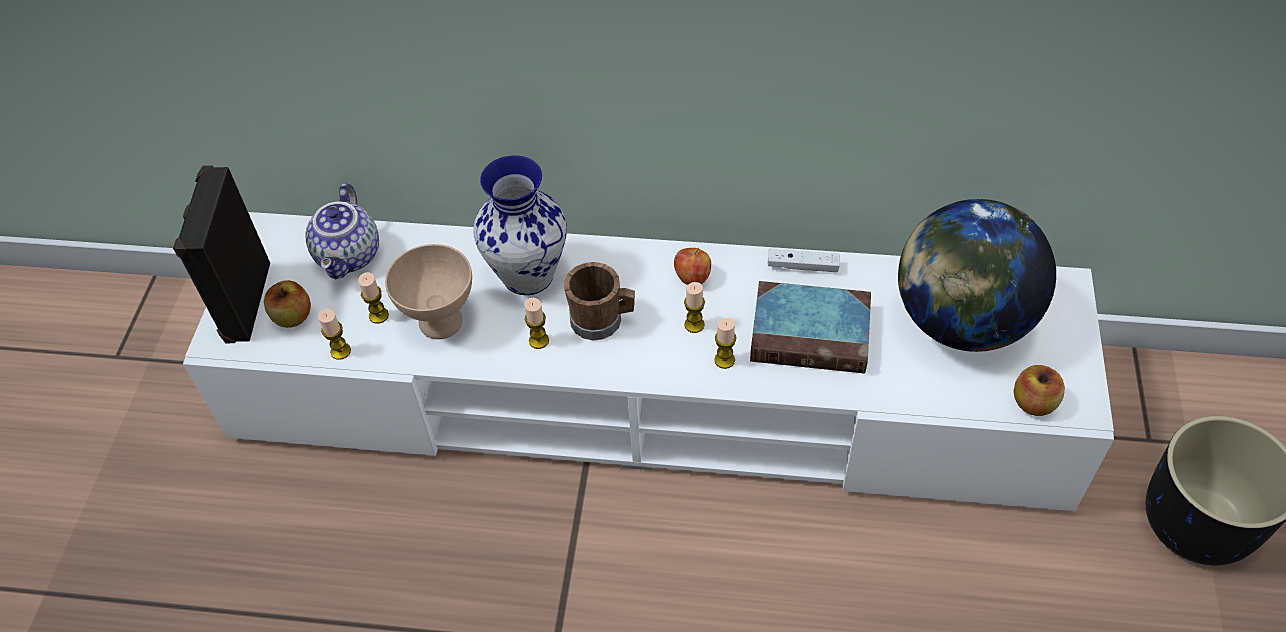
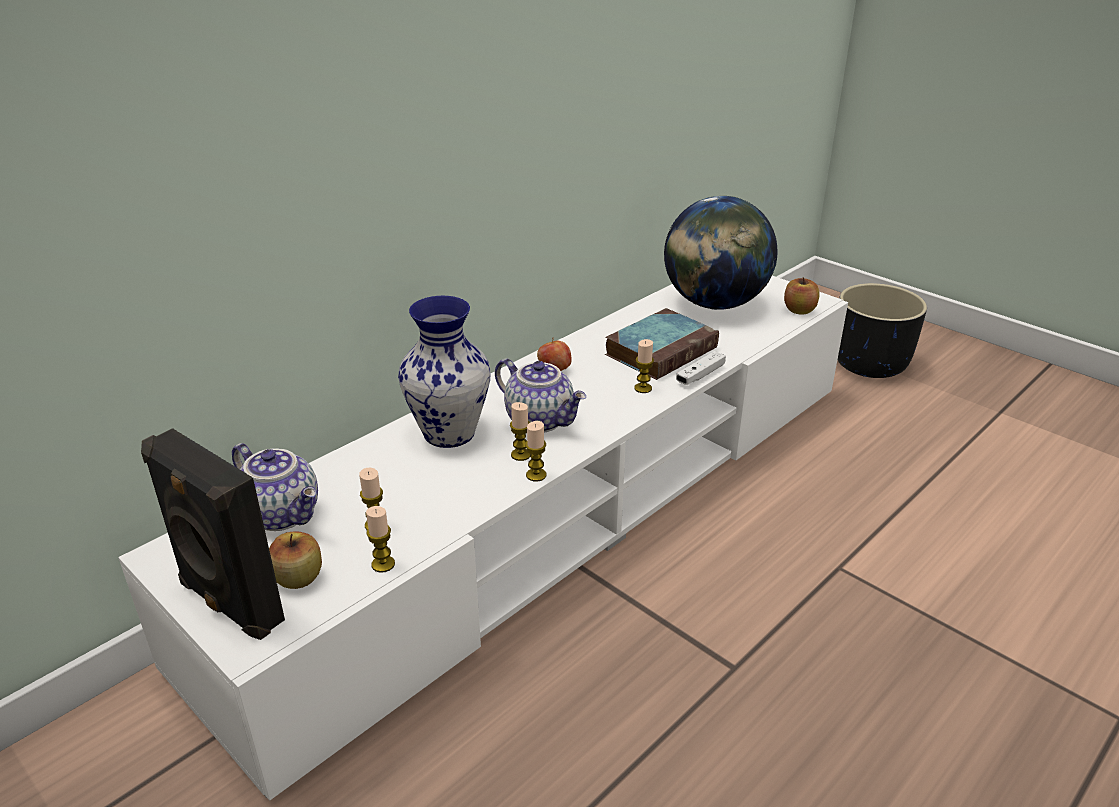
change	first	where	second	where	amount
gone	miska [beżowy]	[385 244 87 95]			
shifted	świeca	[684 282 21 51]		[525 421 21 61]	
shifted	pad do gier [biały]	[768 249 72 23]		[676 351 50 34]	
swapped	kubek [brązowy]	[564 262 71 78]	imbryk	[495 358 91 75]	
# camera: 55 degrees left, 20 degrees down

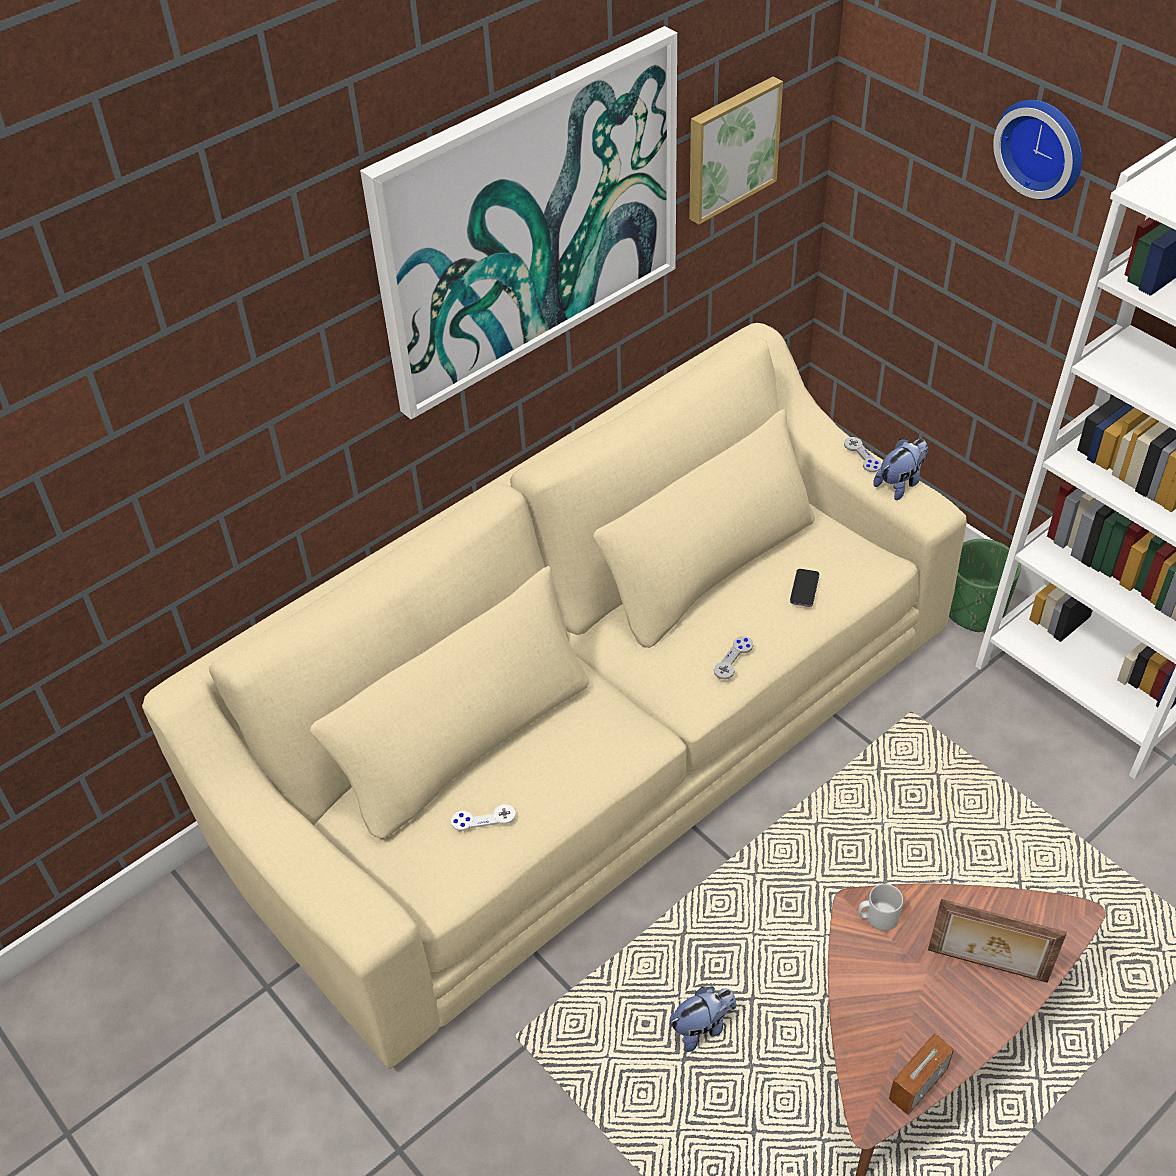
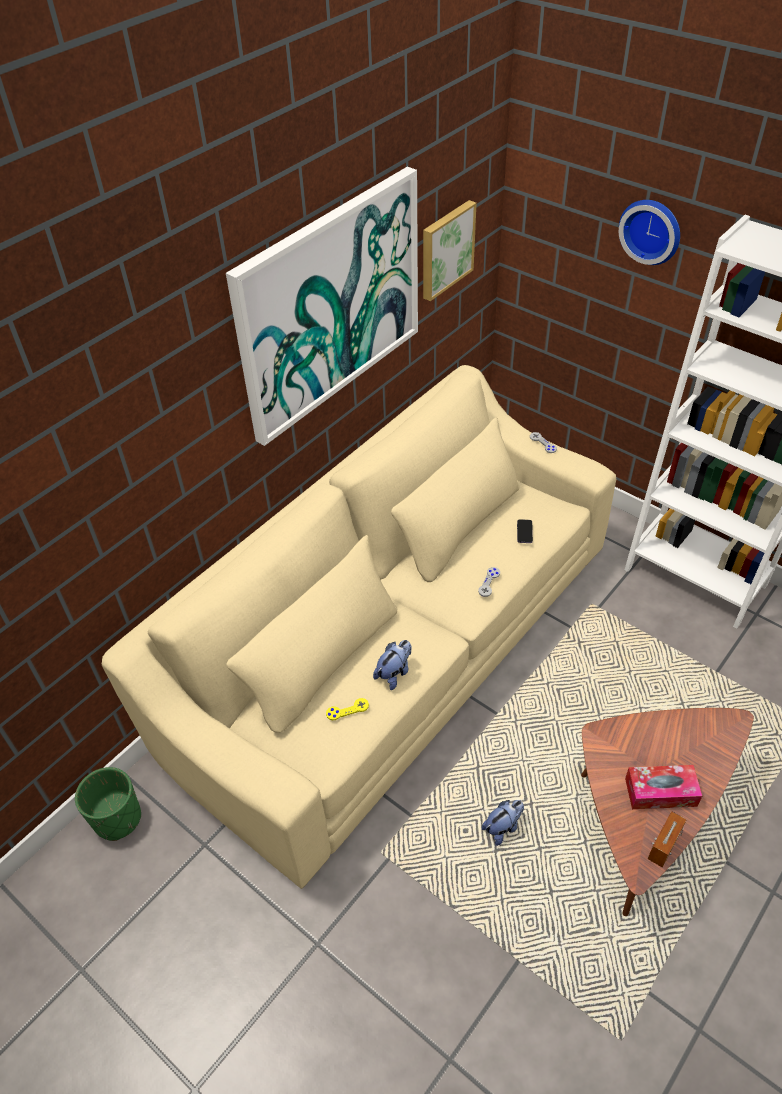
change	first	where	second	where	amount
gone	kubek [szary]	[858 884 45 47]			
gone	ramka na zdjęcie	[928 899 139 84]			
new			pudełko chusteczek	[625 765 77 44]	
shifted	pluszak	[873 439 55 61]		[373 640 39 50]	
shifted	donica [zielony]	[949 539 72 93]		[75 767 66 74]	
repainted	pad do gier [biały]	[451 804 65 27]	pad do gier [żółty]	[326 698 43 22]	
# camera: 10 degrees left, 0 degrees up

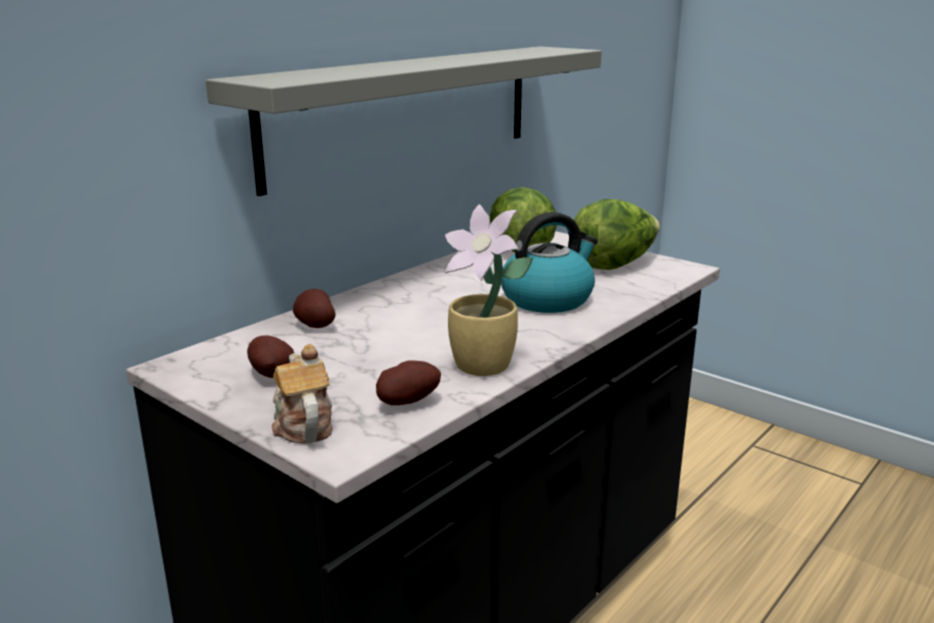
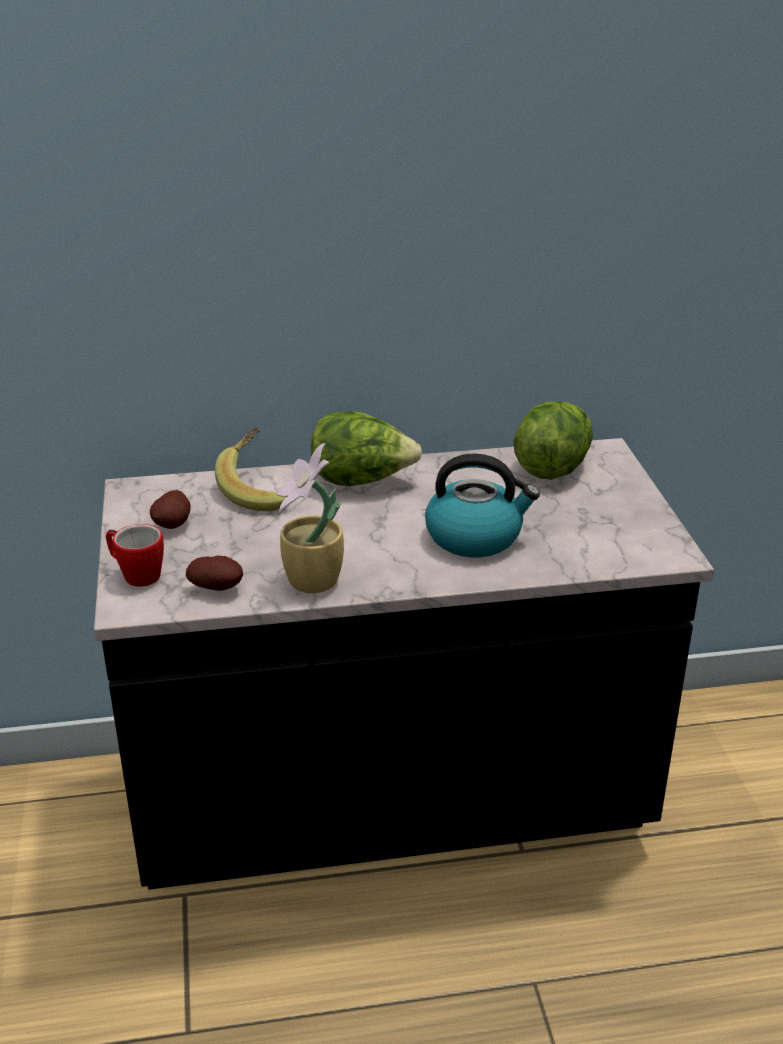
change	first	where	second	where	amount
gone	półka [szary]	[206 46 396 150]			
shifted	sałata	[574 199 86 71]		[311 411 111 75]	
swapped	imbryk	[272 344 61 100]	kubek	[106 524 58 63]	
swapped	ziemniak	[293 289 42 39]	banan	[215 427 71 84]	
# camera: 40 degrees right, 10 degrees up

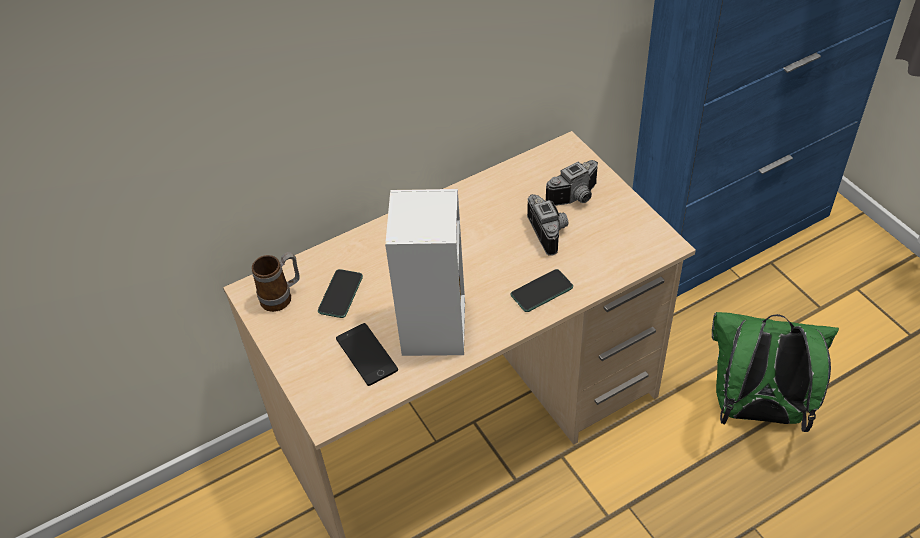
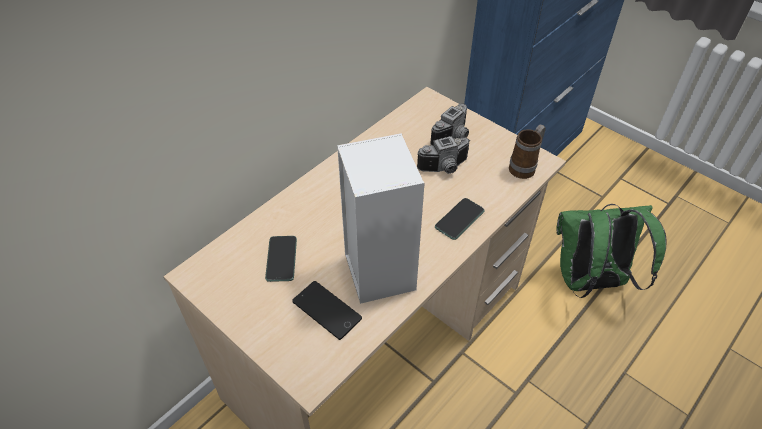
change	first	where	second	where	amount
shifted	kubek	[252 252 48 60]		[509 124 36 55]	
rotated	aparat fotograficzny	[527 194 41 62]		[417 136 53 38]	105 degrees clockwise
# camera: 20 degrees left, 0 degrees up

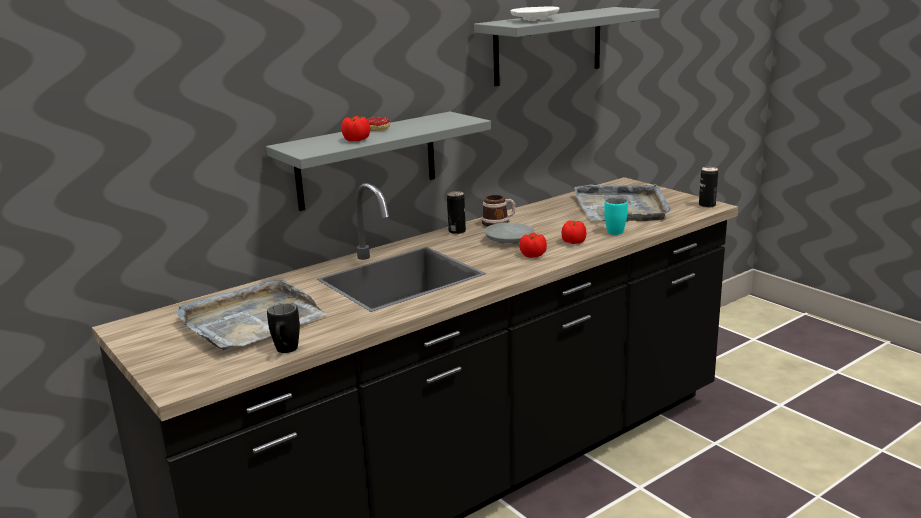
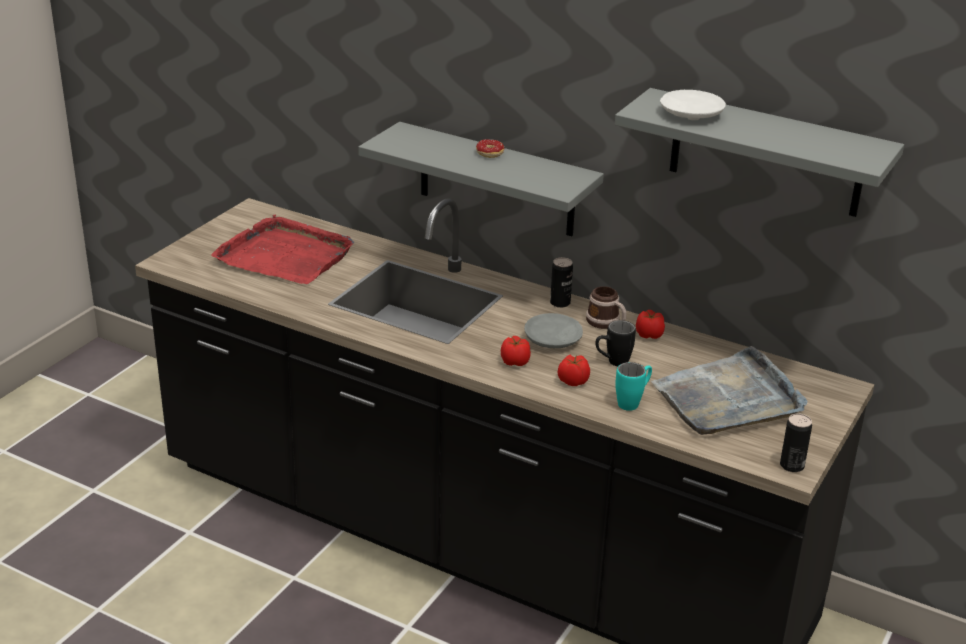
change	first	where	second	where	amount
shifted	kubek [czarny]	[267 303 33 50]		[595 320 41 46]	
shifted	pomidor	[341 116 29 26]		[636 310 29 29]	
repainted	taca [szary]	[175 280 152 70]	taca [czerwony]	[211 215 143 69]	
# camera: 65 degrees right, 10 degrees up

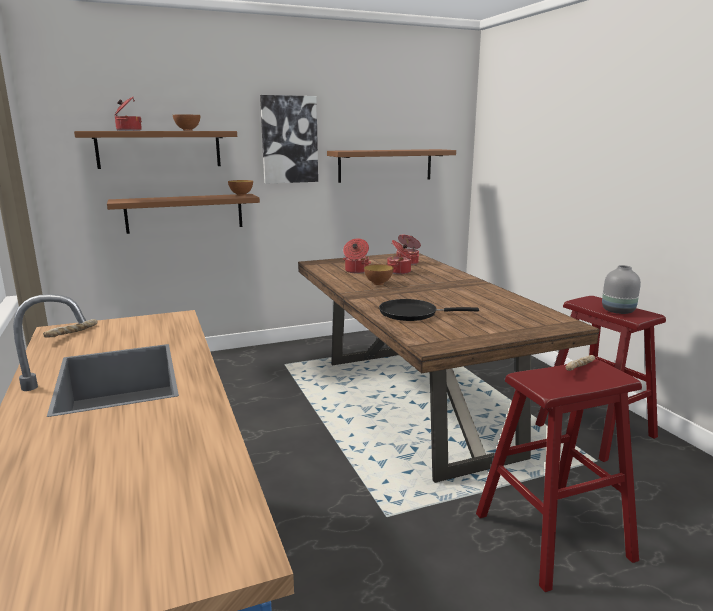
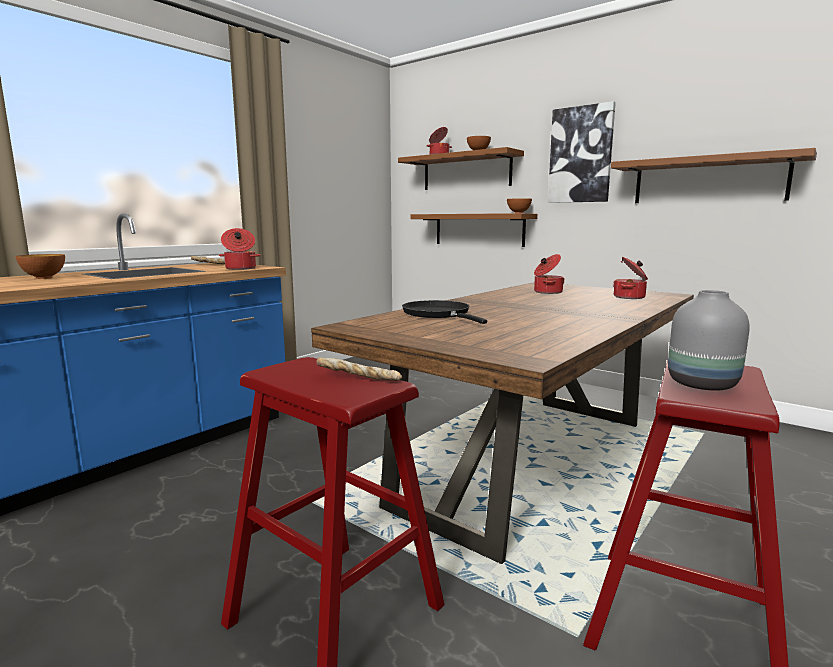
change	first	where	second	where	amount
shifted	miska	[364 264 30 21]		[15 254 50 25]	
shifted	garnek	[387 240 24 34]		[219 228 42 42]	
# camera: 60 degrees right, 5 degrees down

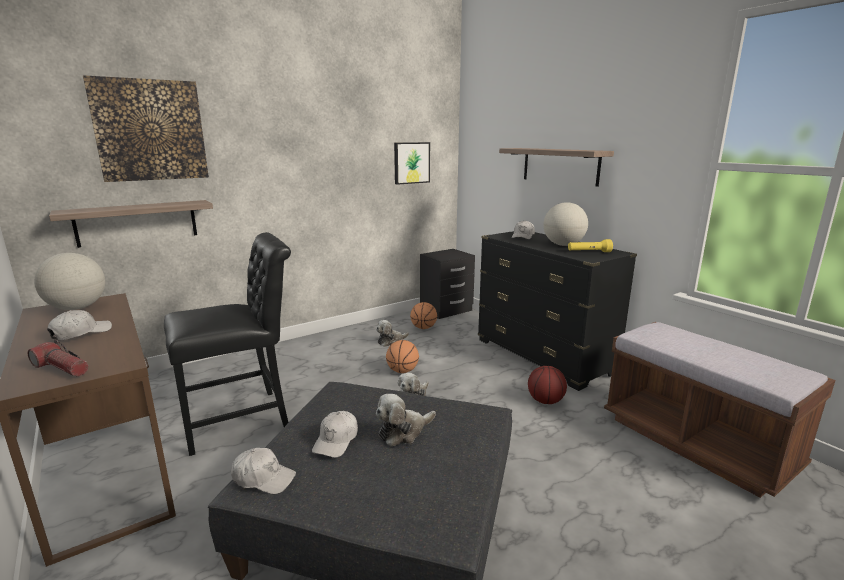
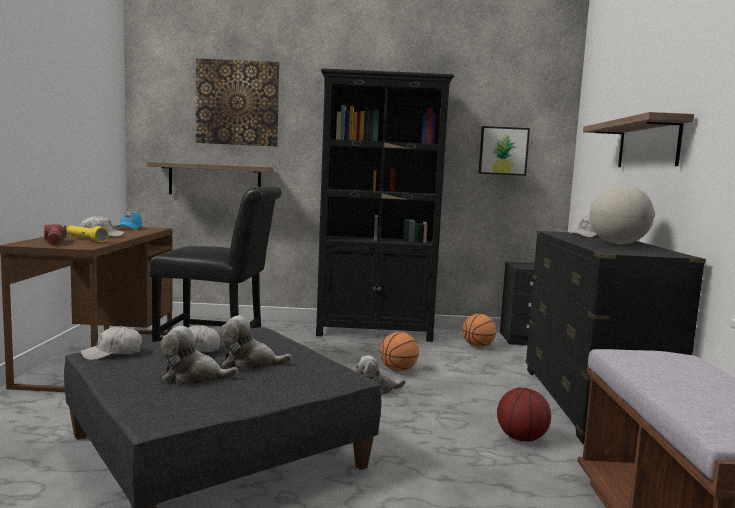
change	first	where	second	where	amount
new			regał [czarny]	[316 69 138 273]	
shifted	pluszak	[376 320 33 27]		[161 326 77 59]	
shifted	latarka [żółty]	[568 239 45 13]		[67 225 42 17]	
swapped	globus	[34 253 71 57]	czapka z daszkiem [niebieski]	[115 210 27 20]	
rotated	czapka z daszkiem [biały]	[231 448 65 46]		[81 326 61 34]	105 degrees clockwise
# camera: 35 degrees right, 10 degrees down

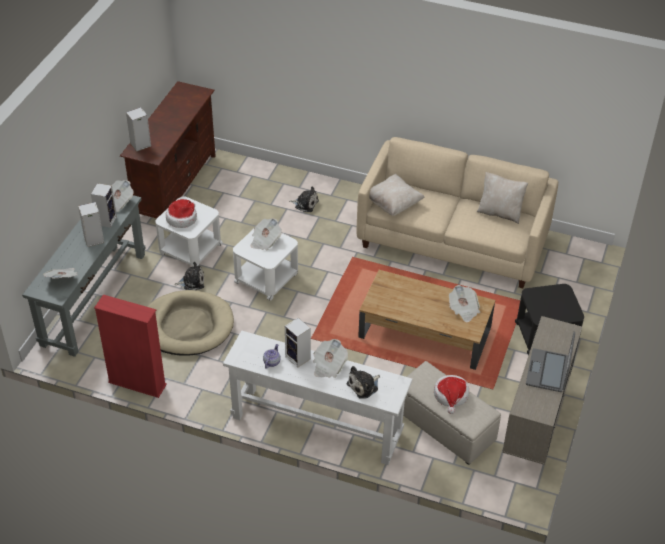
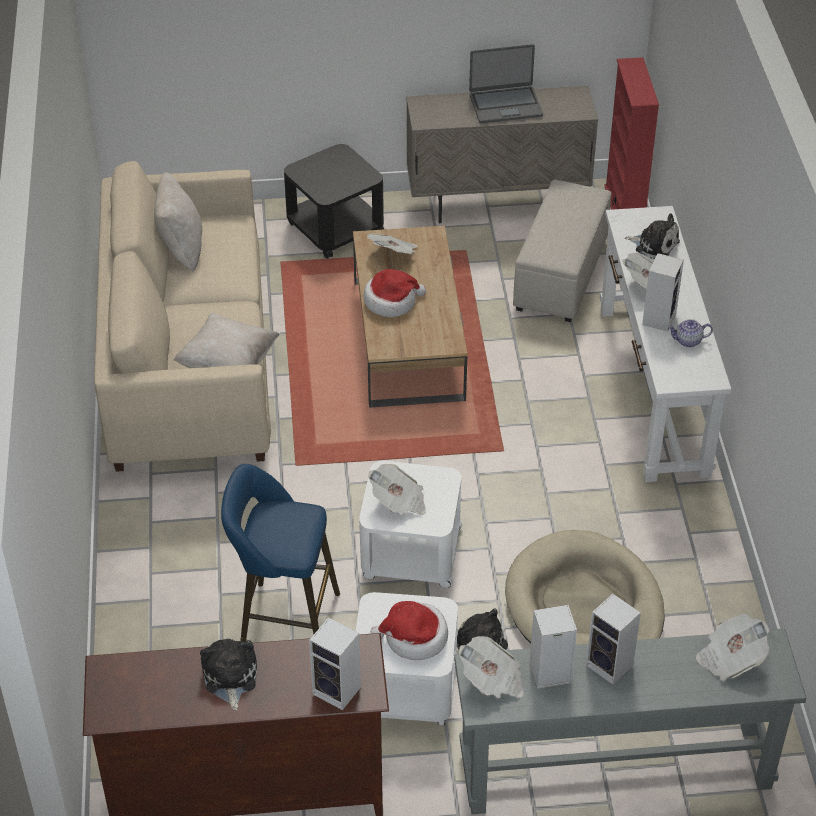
change	first	where	second	where	amount
new			stołek [niebieski]	[221 464 119 177]	
shifted	regał [czerwony]	[94 294 73 104]		[604 57 55 153]	
shifted	pluszak	[289 186 30 26]		[200 639 57 71]	
shifted	kapelusz	[434 375 35 39]		[364 269 62 48]	
# camera: 115 degrees left, 0 degrees up

